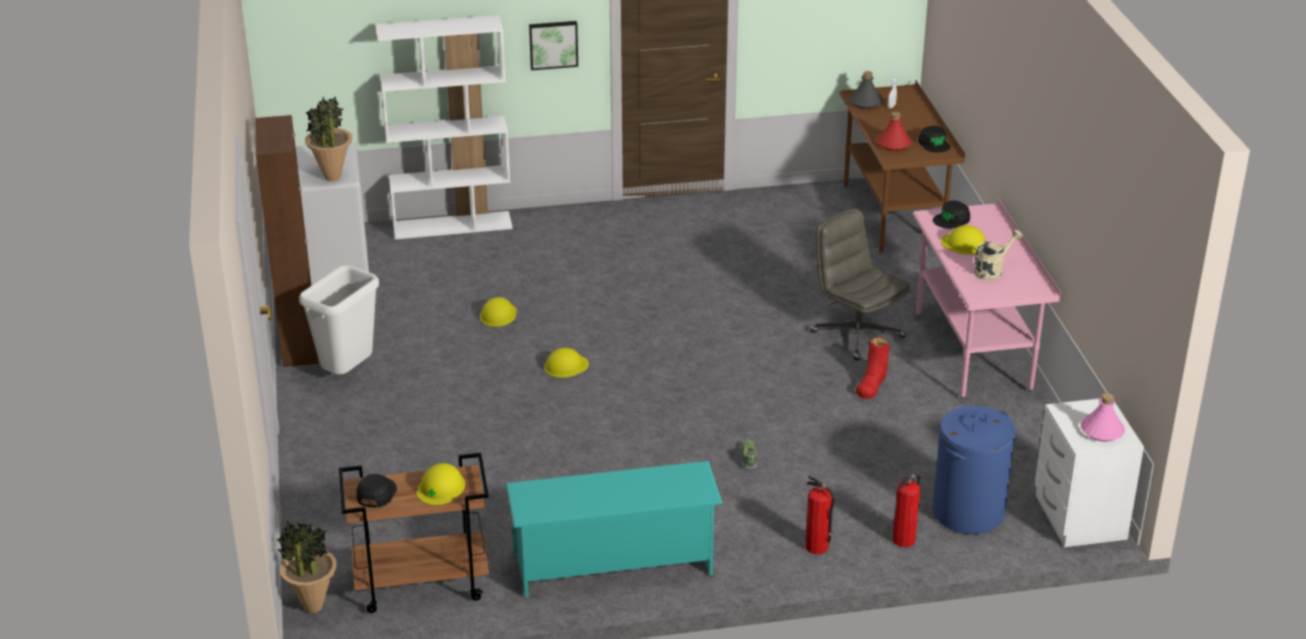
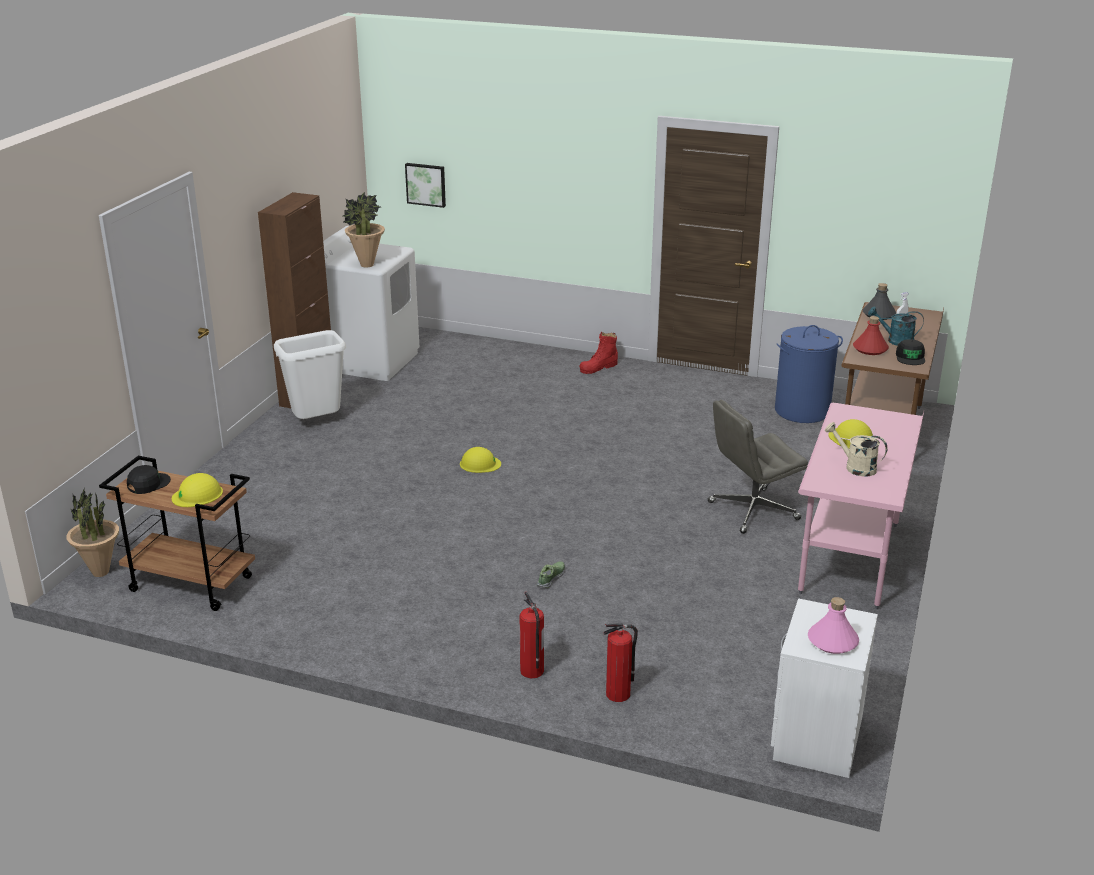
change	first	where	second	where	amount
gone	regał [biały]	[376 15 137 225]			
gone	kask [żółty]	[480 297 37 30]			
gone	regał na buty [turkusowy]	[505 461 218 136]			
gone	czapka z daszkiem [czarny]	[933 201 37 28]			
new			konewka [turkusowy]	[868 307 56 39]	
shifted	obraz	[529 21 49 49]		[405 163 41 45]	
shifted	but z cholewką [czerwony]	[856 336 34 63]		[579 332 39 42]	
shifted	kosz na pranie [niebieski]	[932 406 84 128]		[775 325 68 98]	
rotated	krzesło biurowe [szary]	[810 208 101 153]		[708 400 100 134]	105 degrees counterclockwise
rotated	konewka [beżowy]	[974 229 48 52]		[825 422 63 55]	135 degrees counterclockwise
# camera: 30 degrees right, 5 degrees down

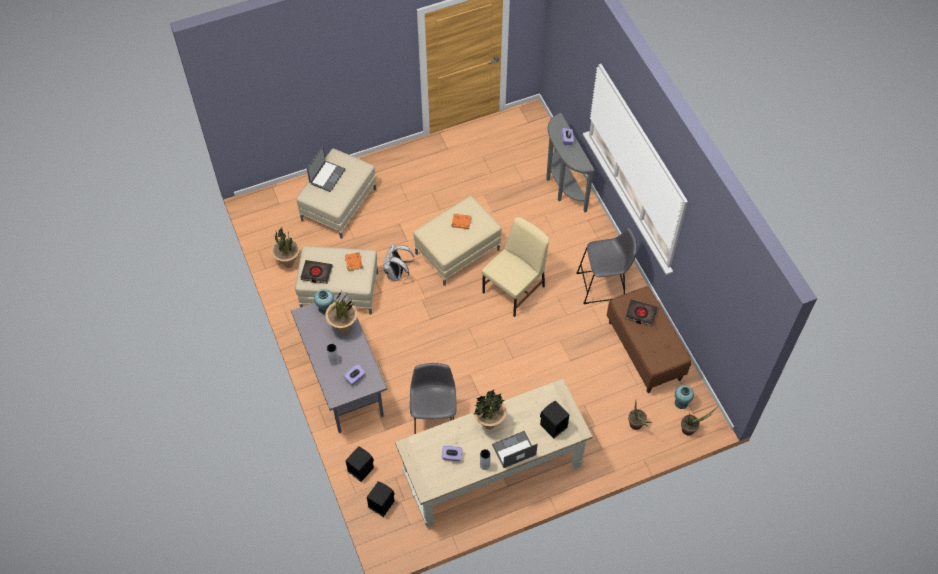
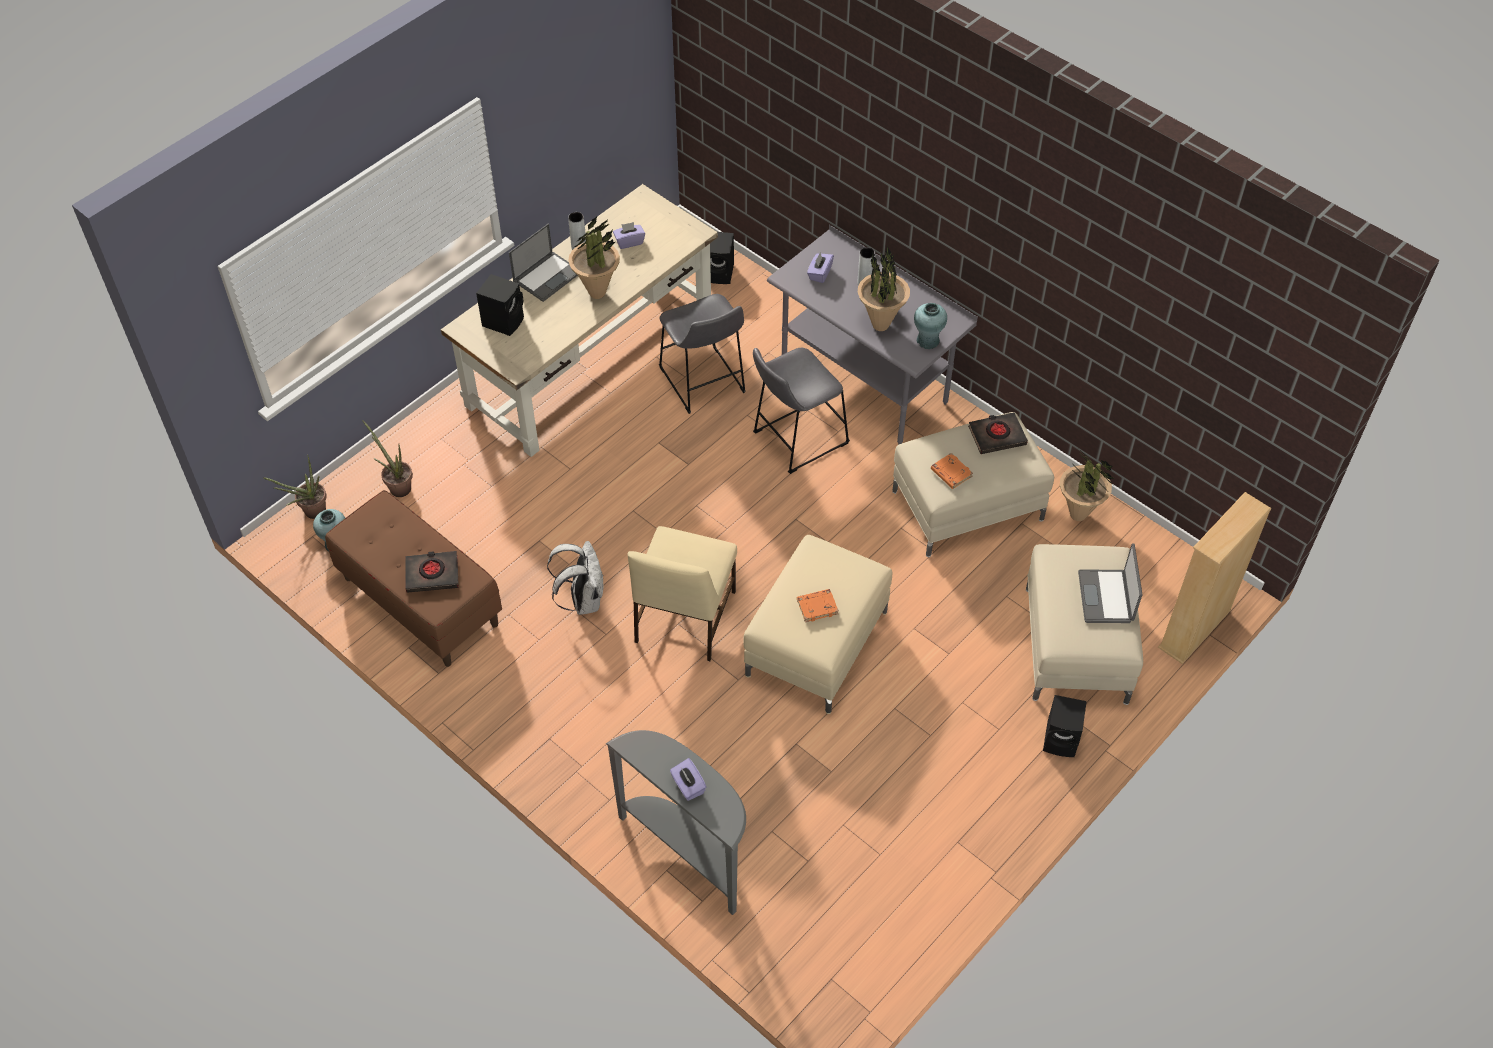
change	first	where	second	where	amount
new			regał [beżowy]	[1158 492 114 172]	
shifted	głośnik [czarny]	[345 446 29 36]		[1043 695 44 62]	
shifted	plecak [biały]	[383 243 31 38]		[547 541 56 74]	
shifted	stołek [szary]	[576 228 61 76]		[753 348 97 126]	
# camera: 155 degrees right, 5 degrees down

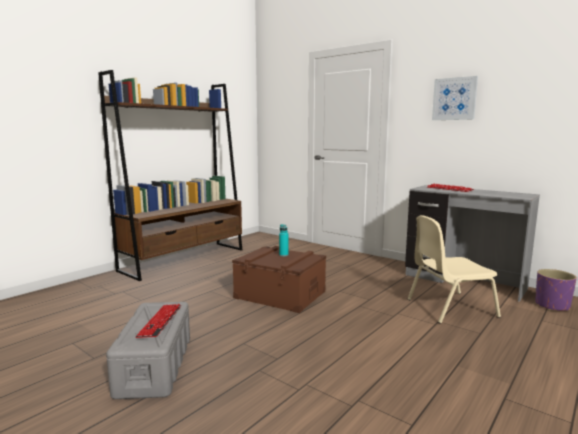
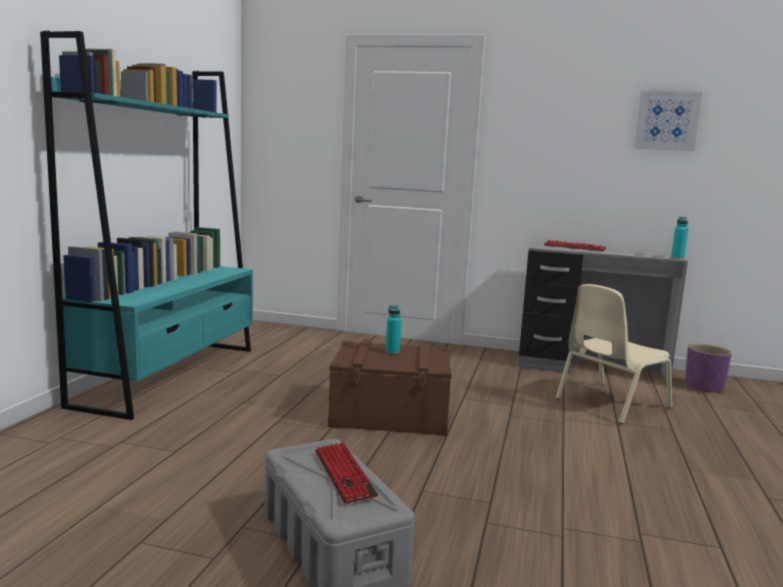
change	first	where	second	where	amount
new			butelka [turkusowy]	[671 217 17 42]	
shifted	obraz	[432 76 46 44]		[634 91 68 60]	
repainted	regał [brązowy]	[98 70 144 211]	regał [turkusowy]	[40 31 213 389]	
# camera: 25 degrees left, 0 degrees up

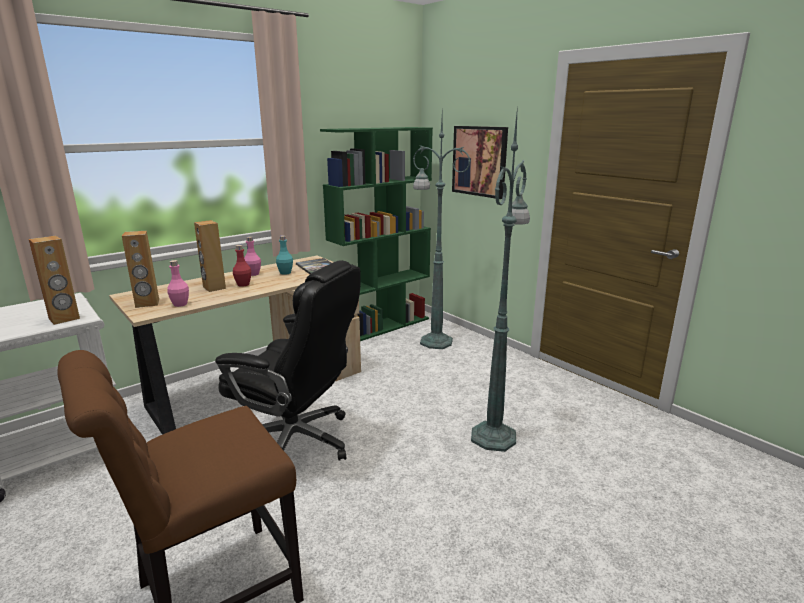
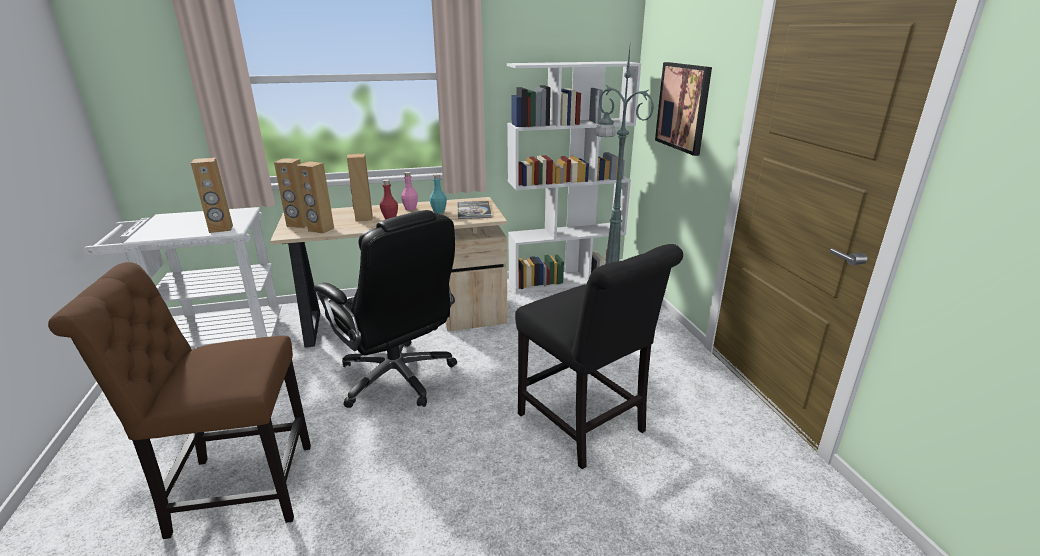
change	first	where	second	where	amount
swapped	butelka [różowy]	[167 260 22 47]	głośnik [brązowy]	[296 161 38 73]	
swapped	lampa stojąca [zielony]	[471 105 59 347]	krzesło [czarny]	[515 244 168 225]	
repainted	regał [zielony]	[320 127 113 214]	regał [biały]	[507 61 135 232]	
# camera: 25 degrees right, 5 degrees up

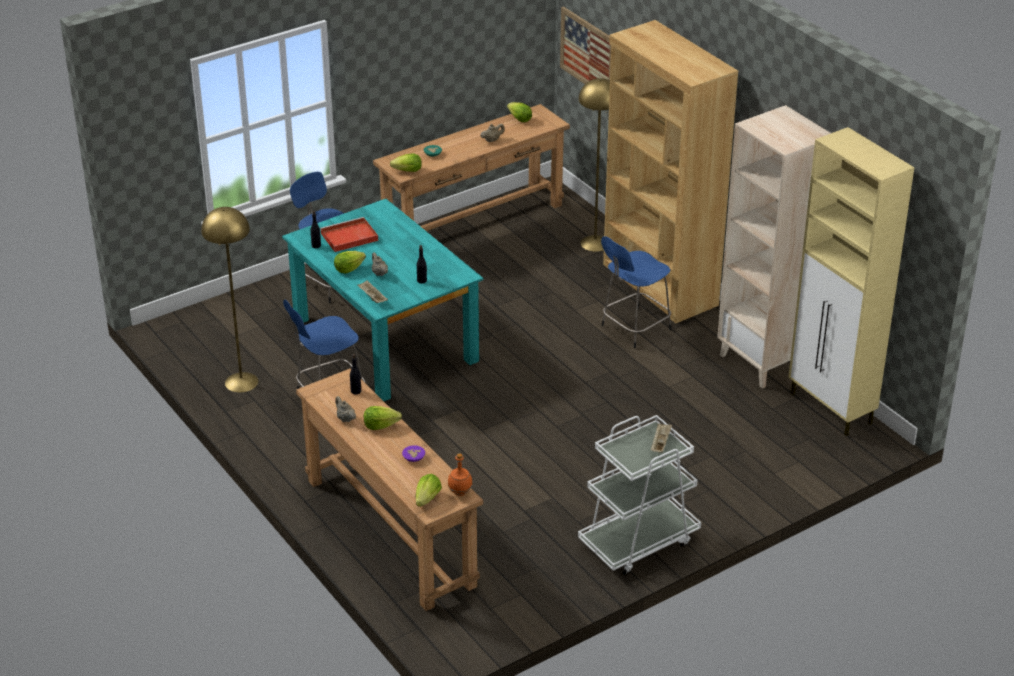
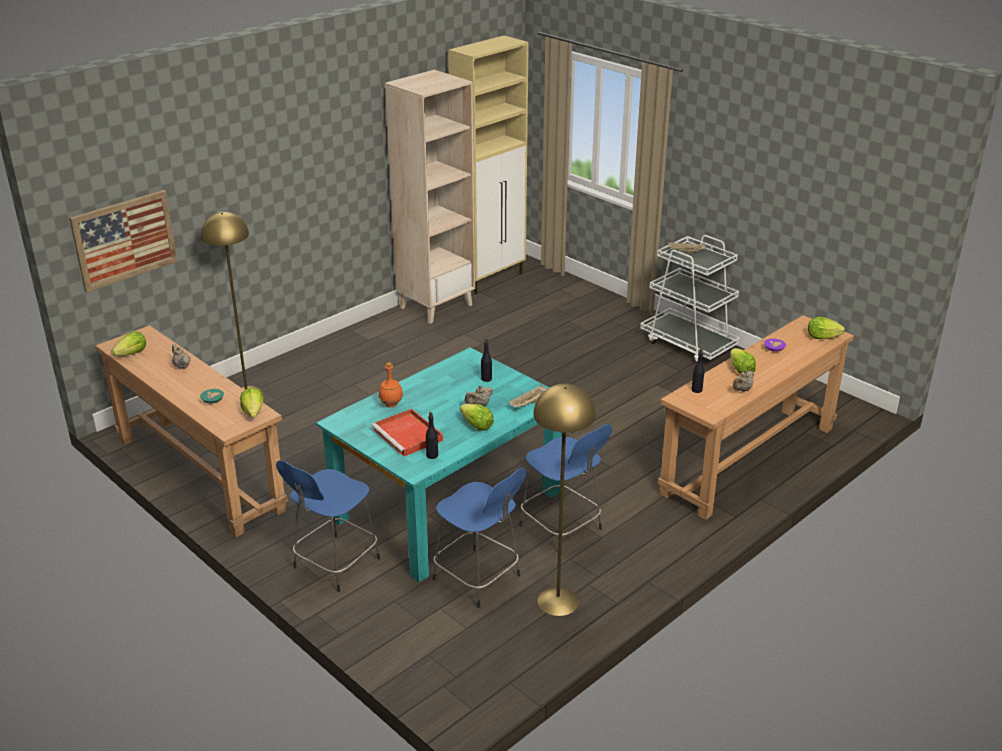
change	first	where	second	where	amount
gone	regał [brązowy]	[603 20 135 303]			
shifted	butelka [pomarańczowy]	[448 453 24 43]		[379 363 24 45]	
shifted	stołek [niebieski]	[601 236 70 112]		[433 468 94 140]	
# camera: 100 degrees left, 5 degrees down

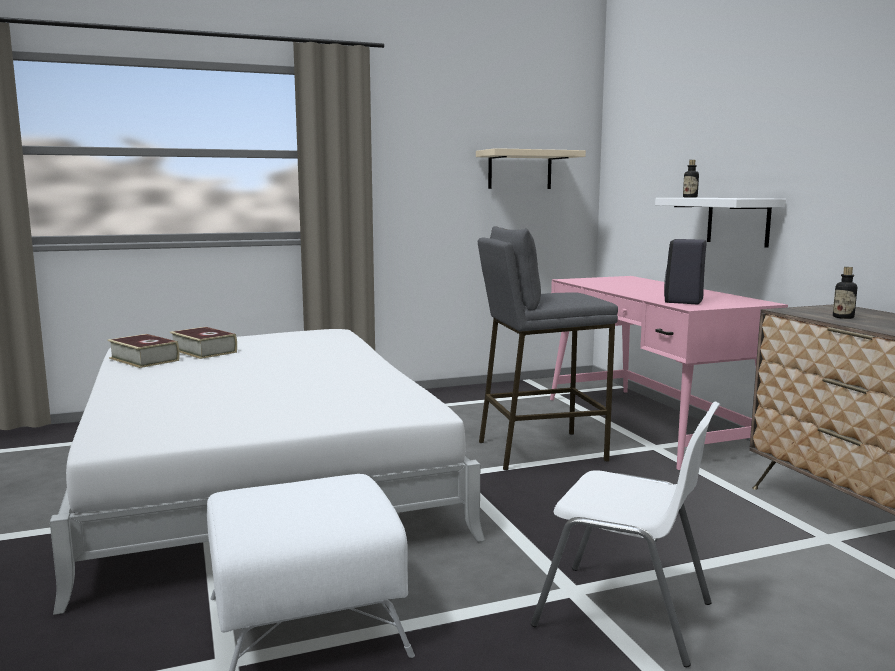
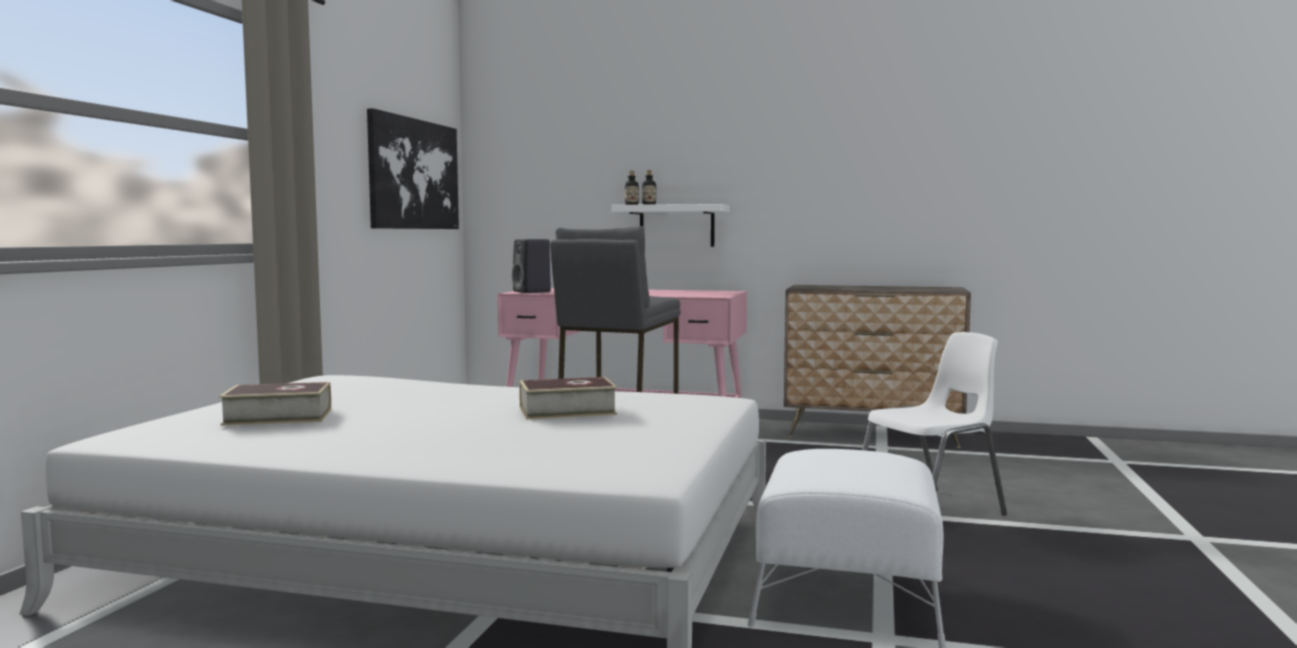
change	first	where	second	where	amount
shifted	książka	[108 334 72 34]		[519 377 98 43]	
shifted	głośnik [czarny]	[664 239 43 65]		[512 239 39 54]	
shifted	butelka	[833 267 24 52]		[642 170 14 35]	
swapped	półka [beżowy]	[476 148 110 41]	obraz	[367 108 92 121]	
# camera: 55 degrees left, 5 degrees down

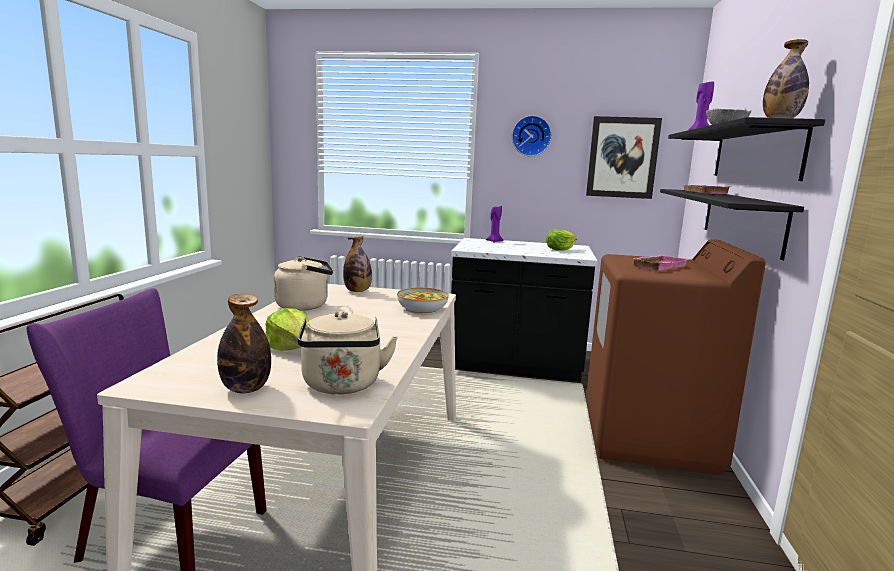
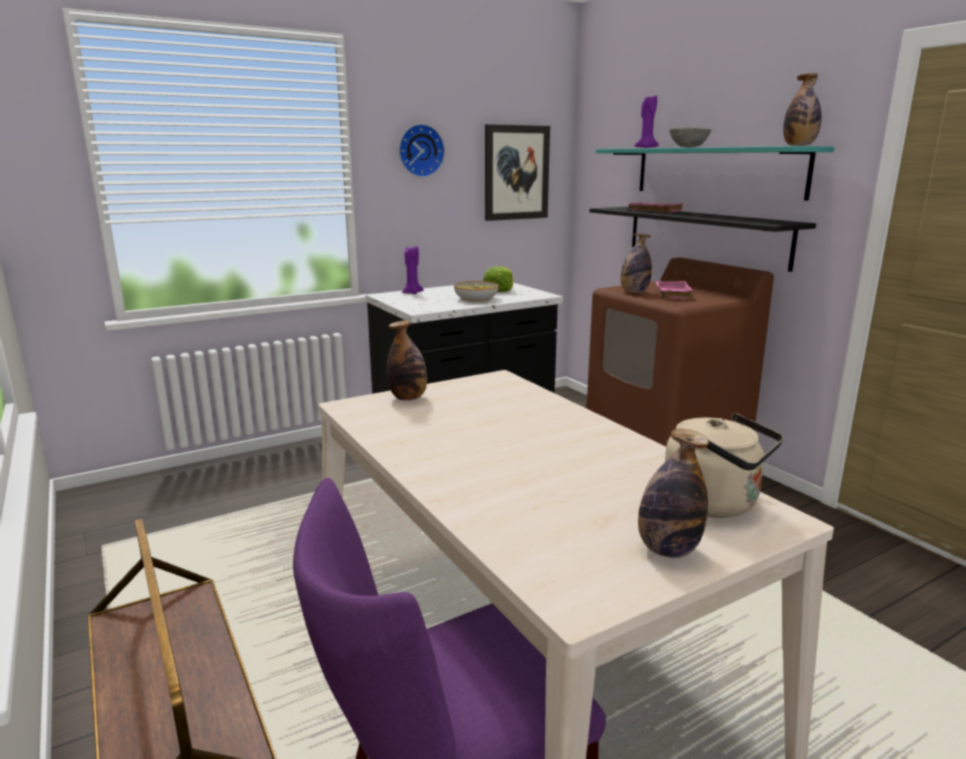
change	first	where	second	where	amount
gone	sałata	[265 308 44 43]			
gone	czajnik [beżowy]	[274 256 59 55]			
new			butelka	[621 233 31 60]	
shifted	miska	[397 287 52 27]		[454 281 45 21]	
repainted	półka [czarny]	[668 117 157 64]	półka [turkusowy]	[596 146 239 55]	
# camera: 40 degrees left, 5 degrees up

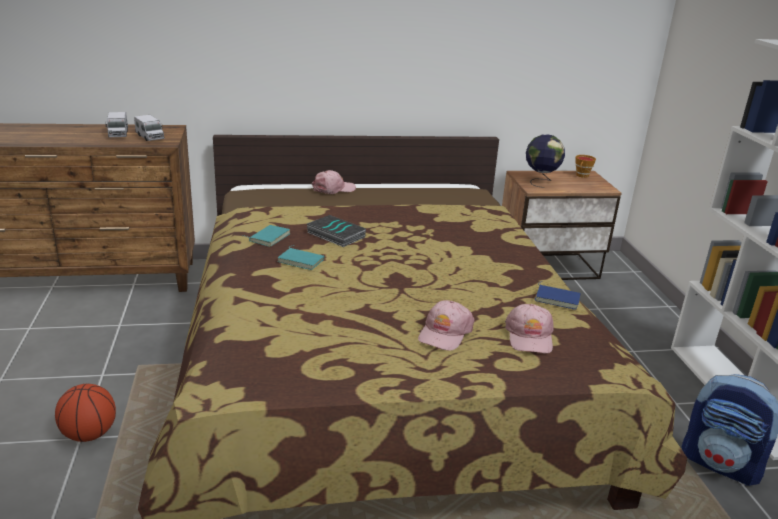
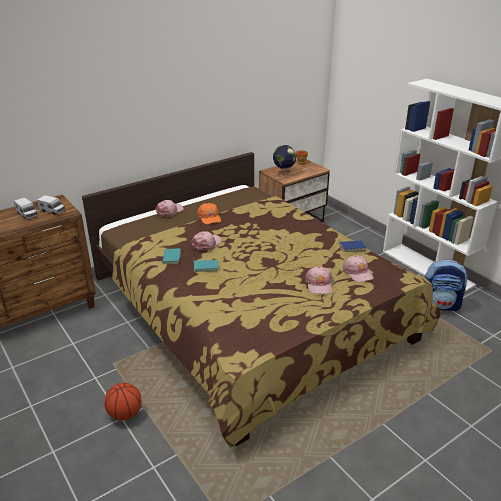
change	first	where	second	where	amount
new			czapka z daszkiem [pomarańczowy]	[197 203 24 21]	
swapped	książka	[307 215 59 32]	czapka z daszkiem [różowy]	[192 231 30 20]	
# camera: 25 degrees left, 5 degrees up

